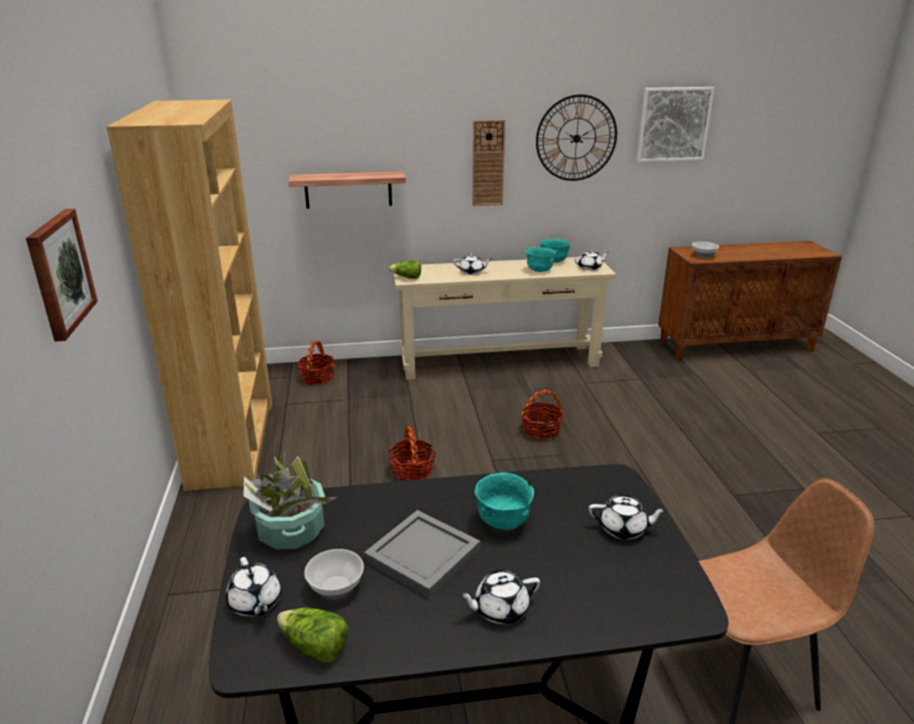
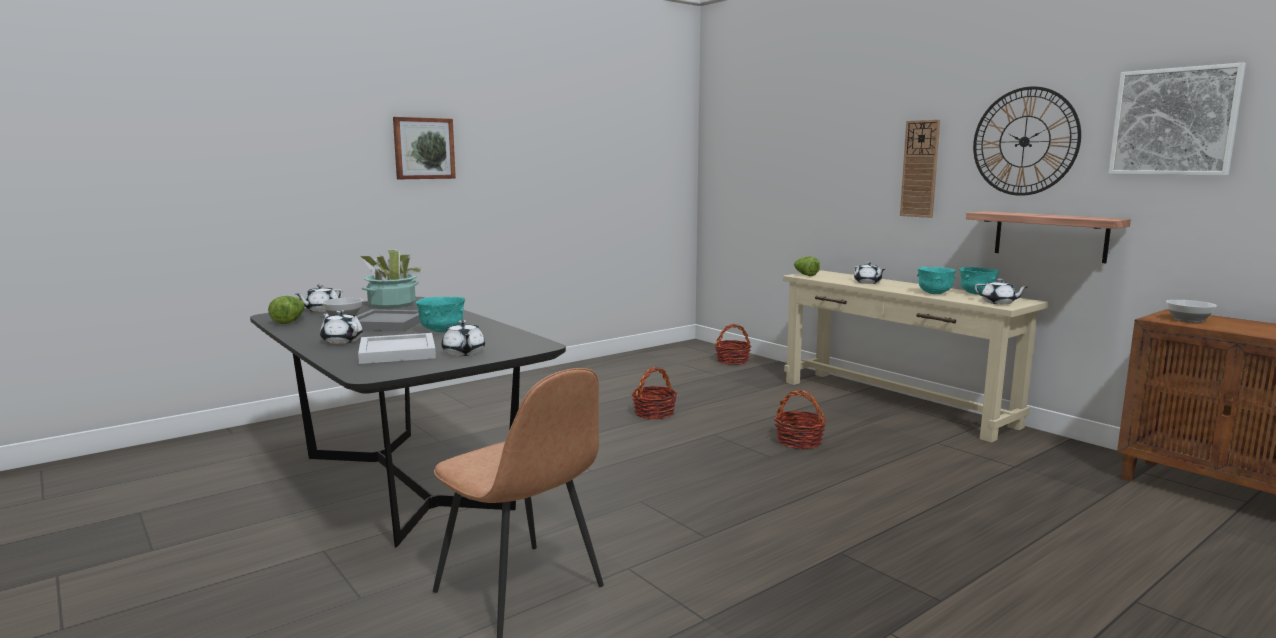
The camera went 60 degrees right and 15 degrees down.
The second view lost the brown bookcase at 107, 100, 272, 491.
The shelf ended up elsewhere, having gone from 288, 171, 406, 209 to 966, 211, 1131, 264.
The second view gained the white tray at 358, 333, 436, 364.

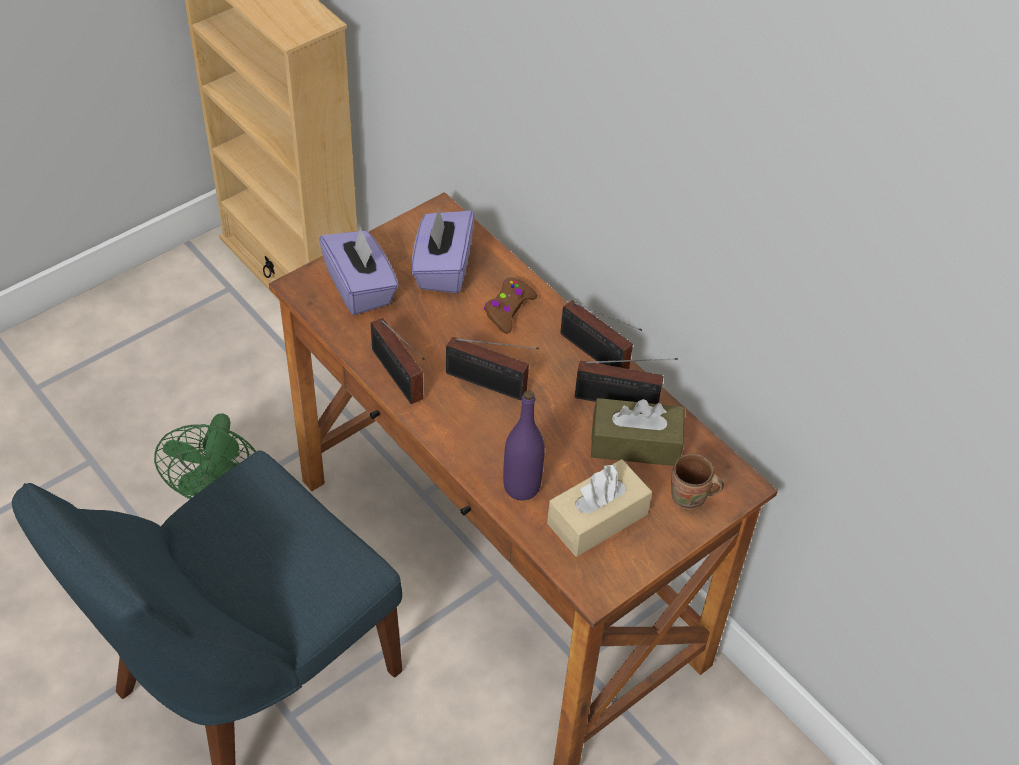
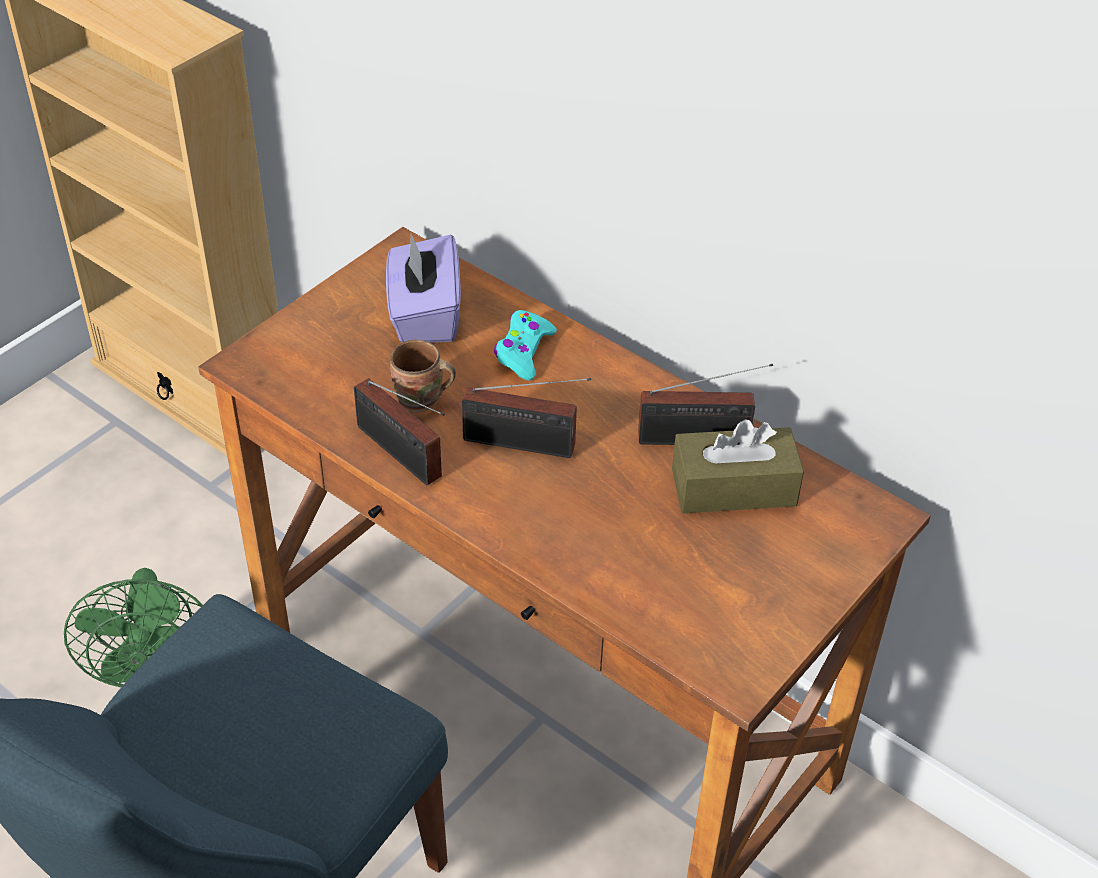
The camera went 10 degrees left and 5 degrees down.
The second view lost the purple tissue box at 319, 228, 399, 315.
What was the brown game controller at 484, 277, 538, 334 turned into the turquoise game controller at 494, 310, 557, 380.
The second view lost the purple bottle at 503, 390, 545, 501.
The second view lost the beige tissue box at 547, 459, 652, 557.
The second view lost the radio at 560, 300, 642, 369.
The brown mug ended up elsewhere, having gone from 671, 453, 724, 510 to 390, 340, 456, 413.

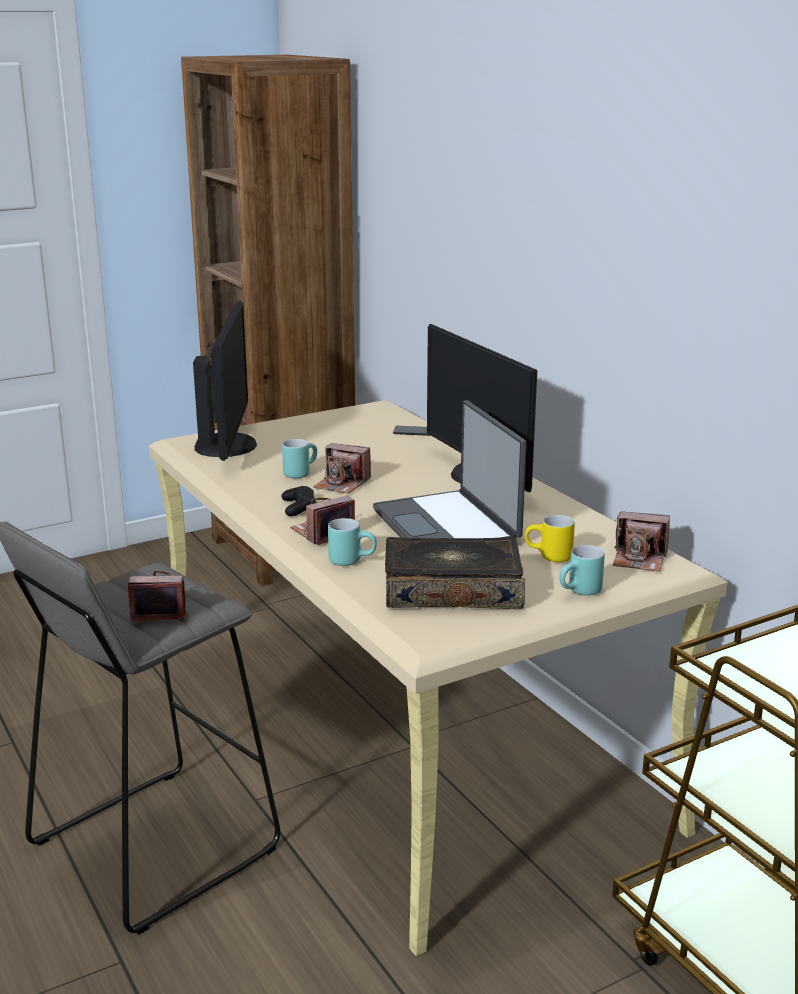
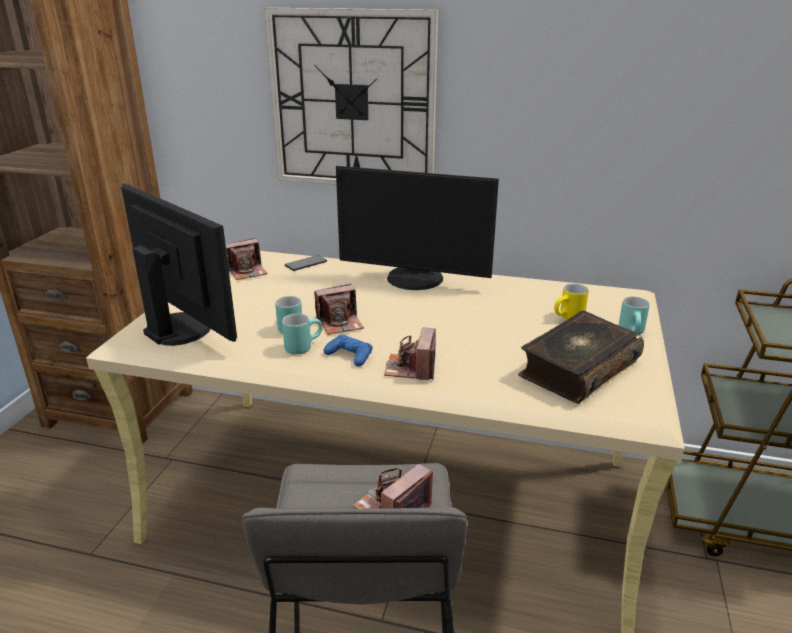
The camera went 45 degrees left and 5 degrees up.
What was the black game controller at 281, 486, 317, 516 turned into the blue game controller at 323, 335, 373, 366.
The turquoise mug ended up elsewhere, having gone from 328, 518, 377, 566 to 282, 313, 322, 355.
The second view lost the laptop at 373, 400, 527, 538.
The photo camera ended up elsewhere, having gone from 613, 511, 670, 572 to 225, 238, 268, 280.
The second view gained the wall clock at 264, 8, 438, 185.

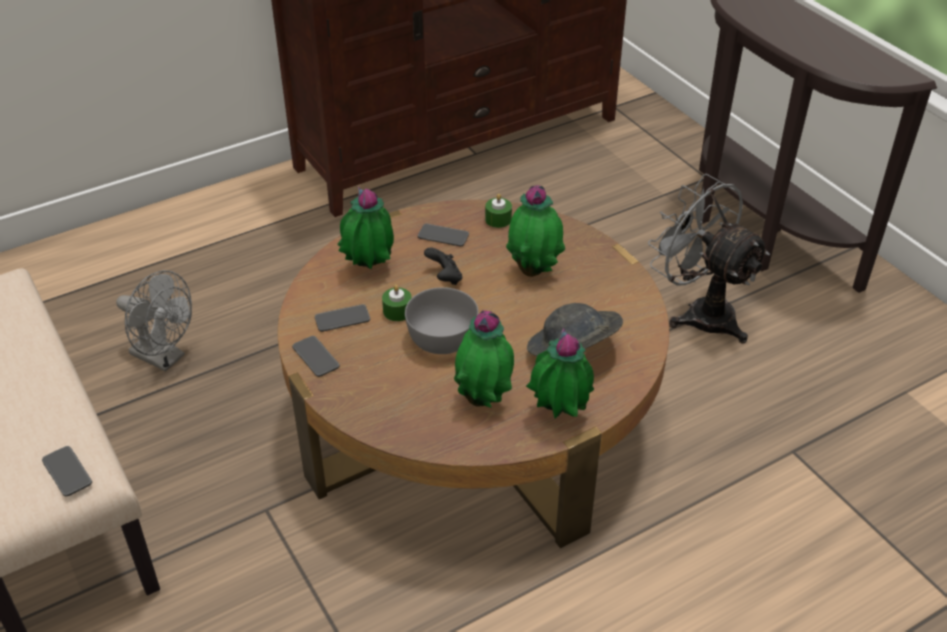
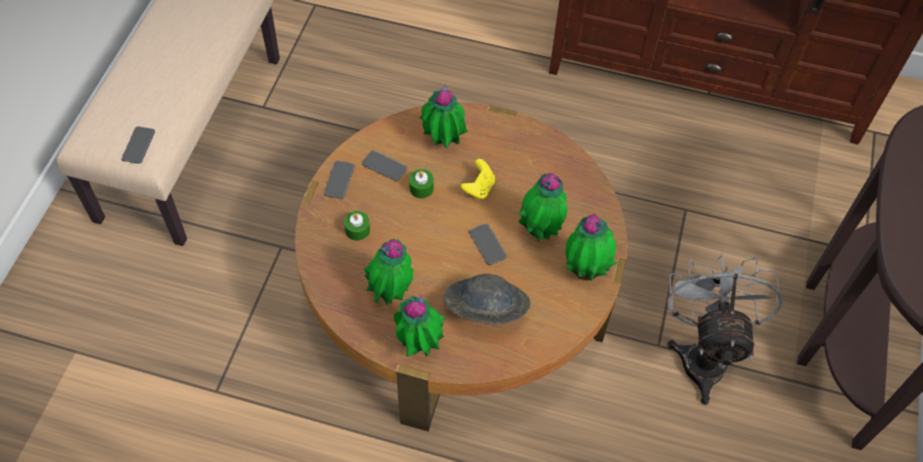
The camera went 45 degrees right and 15 degrees up.
The second view lost the grey fan at 116, 270, 192, 372.
The second view lost the grey bowl at 405, 287, 479, 354.
The phone ended up elsewhere, having gone from 418, 224, 469, 246 to 469, 224, 507, 265.
What was the black game controller at 424, 247, 462, 285 turned into the yellow game controller at 461, 159, 495, 199.
The green candle ended up elsewhere, having gone from 485, 194, 512, 228 to 344, 211, 370, 241.
The second view gained the potted plant at 565, 214, 617, 281.

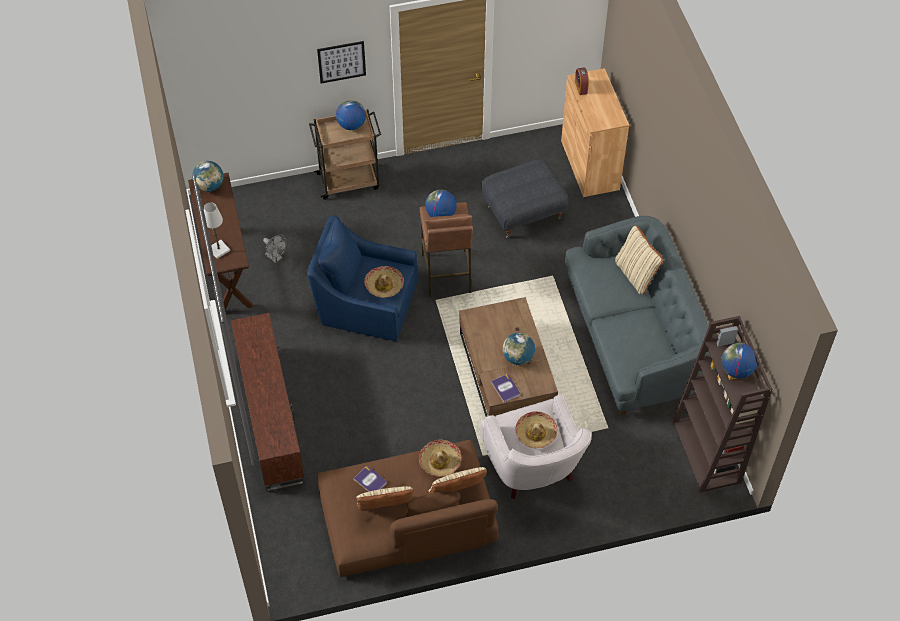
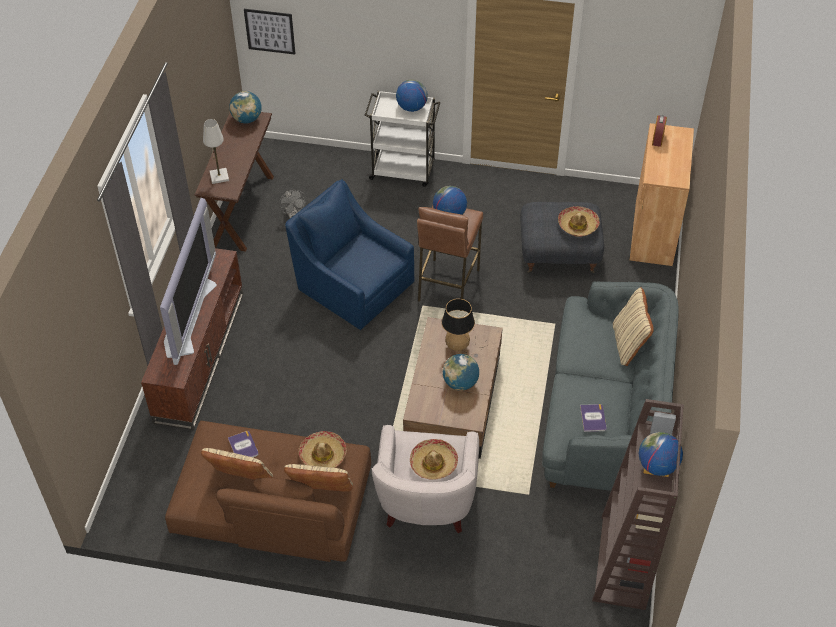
The camera went 25 degrees right and 5 degrees down.
What was the brown cart at 309, 109, 381, 200 turned into the white cart at 365, 91, 440, 187.
The picture ended up elsewhere, having gone from 317, 41, 366, 84 to 244, 9, 296, 55.
The hat ended up elsewhere, having gone from 364, 266, 404, 298 to 558, 206, 600, 237.
The book ended up elsewhere, having gone from 491, 374, 520, 402 to 580, 404, 606, 432.
The second view gained the television at 160, 198, 217, 365.
The second view gained the table lamp at 441, 298, 488, 351.

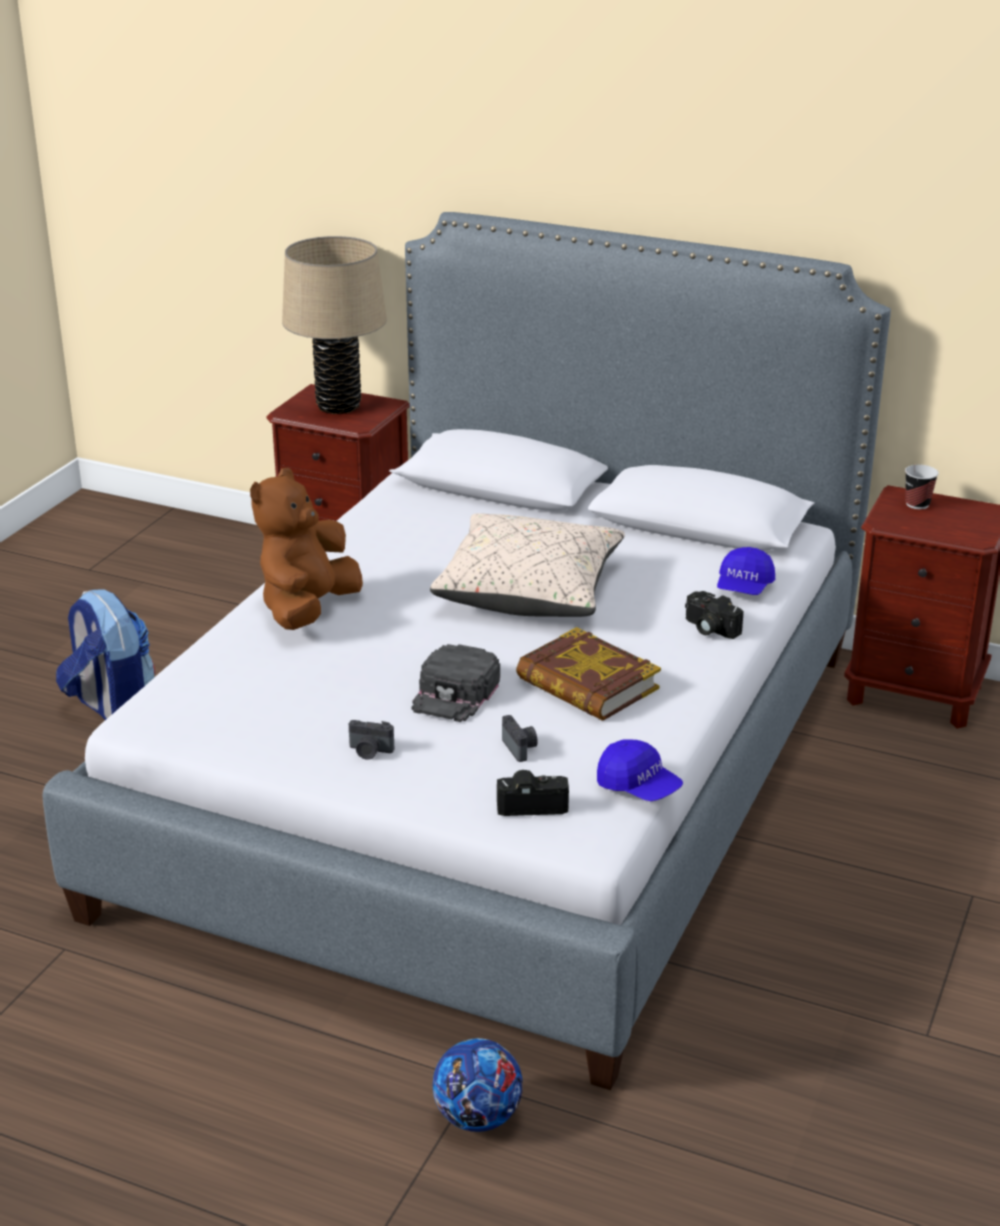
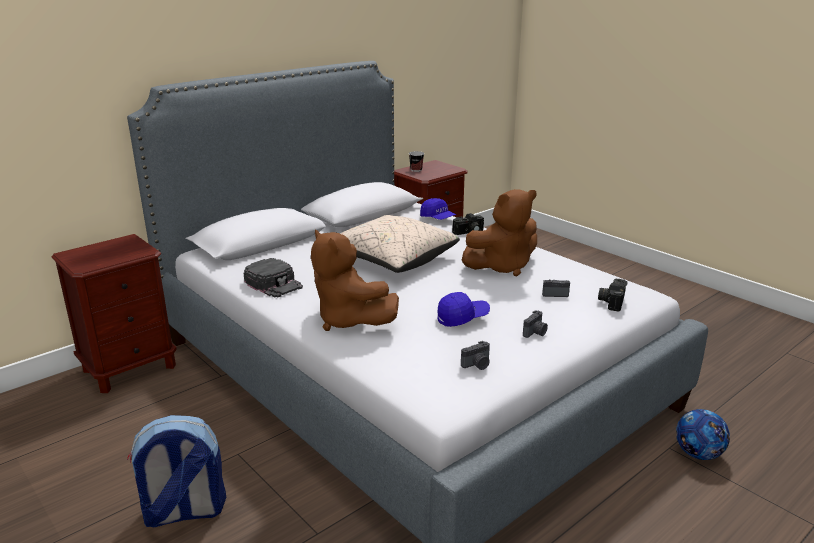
The camera went 65 degrees left and 5 degrees down.
The second view lost the beige table lamp at 282, 236, 387, 414.
The black cap ended up elsewhere, having gone from 412, 644, 500, 722 to 244, 258, 303, 297.
Where the book stood at 516, 627, 661, 721, the brown plush toy came to stand at 462, 189, 537, 276.
The blue cap ended up elsewhere, having gone from 597, 739, 683, 801 to 437, 292, 490, 327.
The second view gained the photo camera at 461, 341, 490, 370.

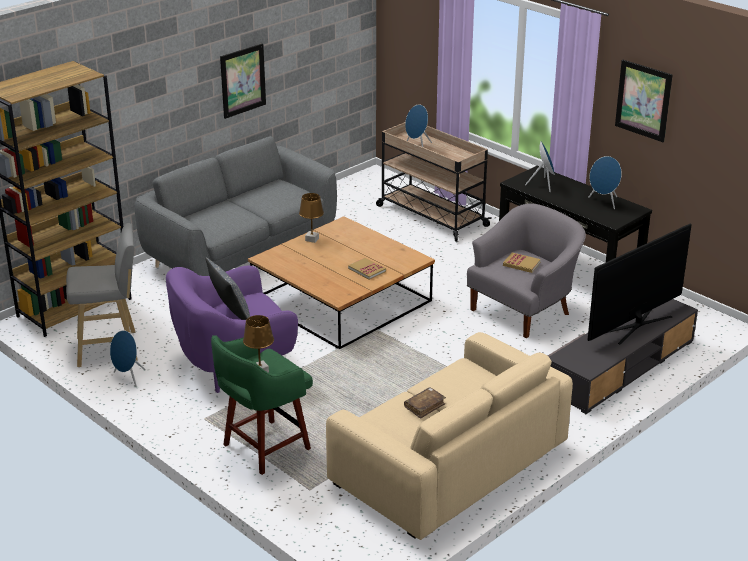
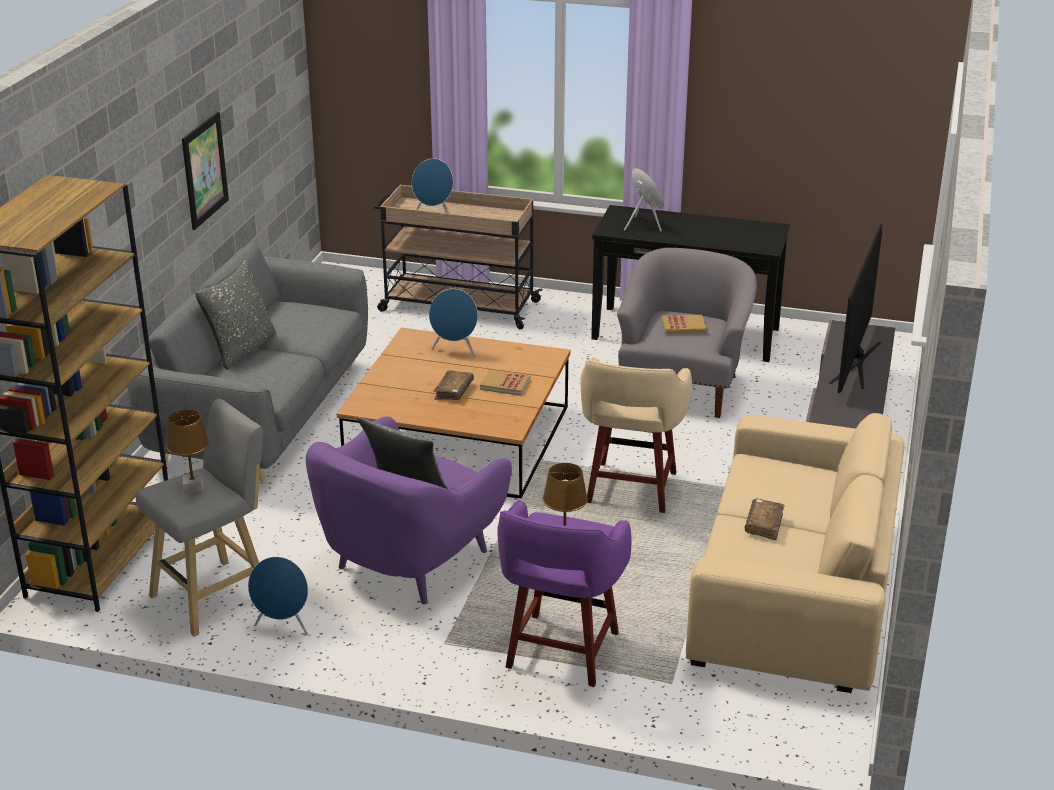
The camera went 30 degrees left and 0 degrees up.
What was the green stool at 211, 335, 313, 475 turned into the purple stool at 497, 500, 632, 687.
The brown table lamp ended up elsewhere, having gone from 299, 193, 324, 243 to 166, 409, 209, 494.
The blue speaker ended up elsewhere, having gone from 588, 156, 622, 209 to 429, 289, 478, 357.
The second view lost the picture at 615, 60, 672, 142.
The second view gained the grey pillow at 195, 260, 276, 370.
The second view gained the brown book at 433, 370, 474, 400.
The second view gained the beige stool at 581, 357, 692, 513.

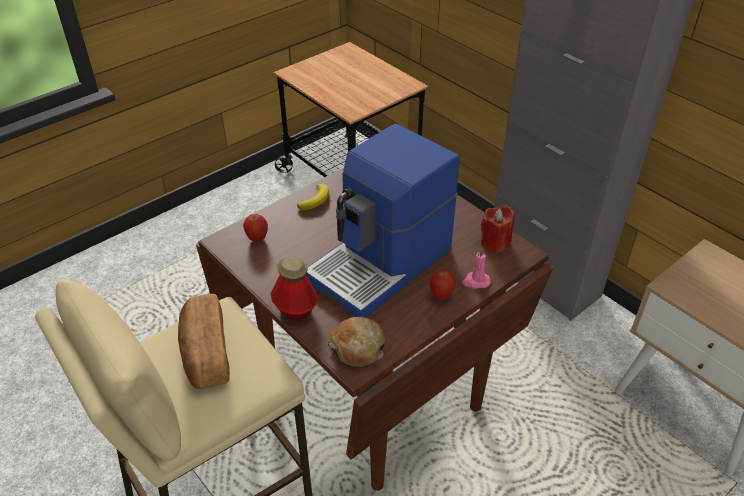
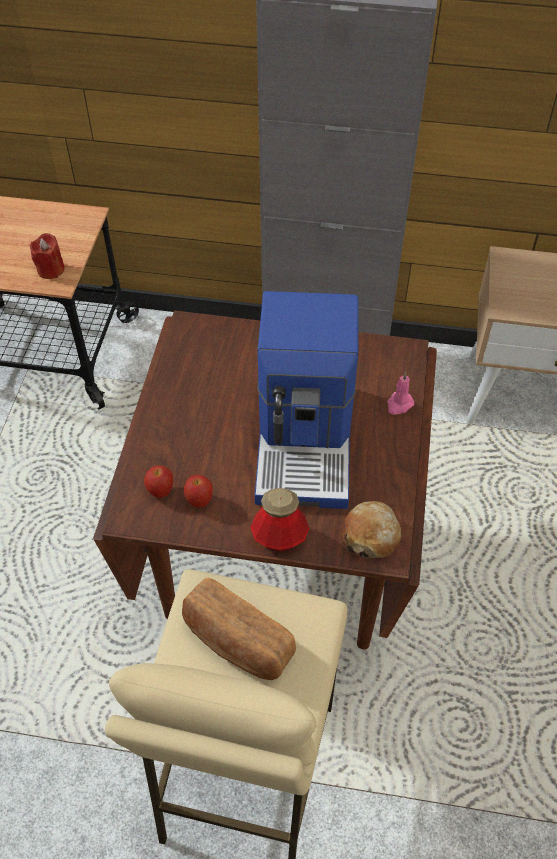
The camera went 40 degrees left and 10 degrees up.
The second view lost the banana at 297, 184, 329, 210.
The apple ended up elsewhere, having gone from 430, 270, 456, 300 to 184, 475, 213, 508.
The red candle ended up elsewhere, having gone from 481, 205, 515, 253 to 30, 233, 65, 279.

